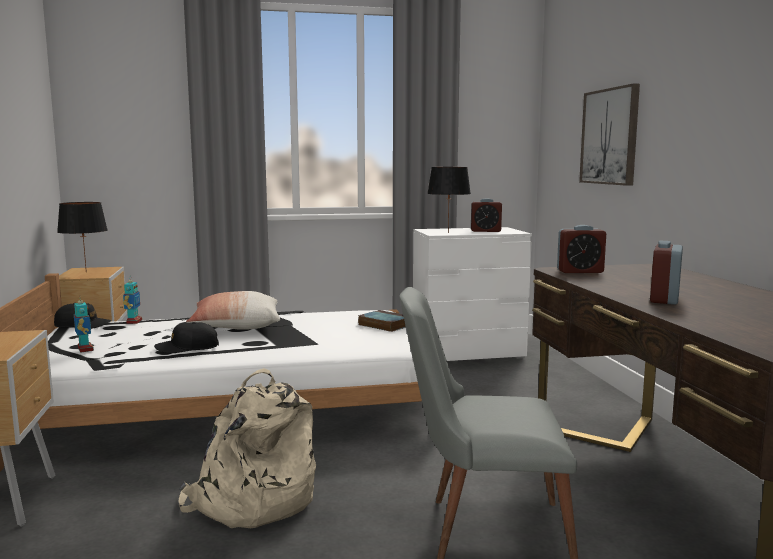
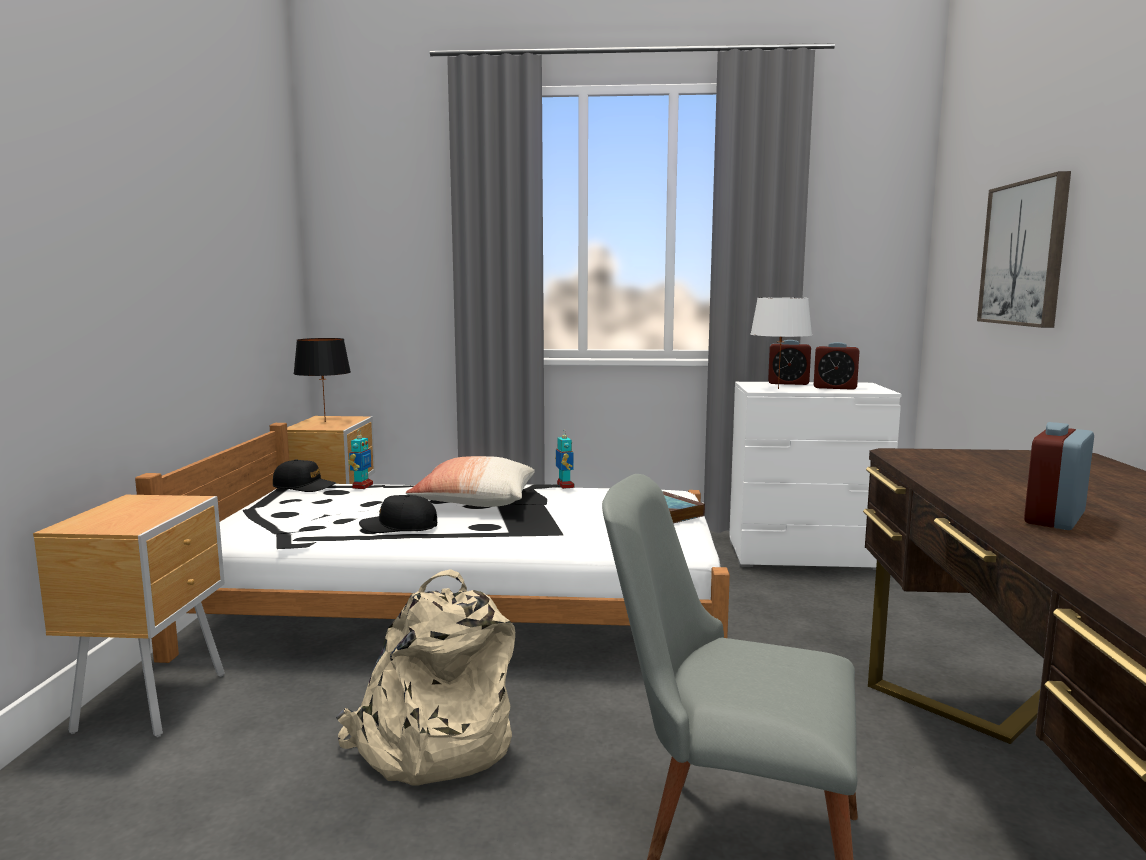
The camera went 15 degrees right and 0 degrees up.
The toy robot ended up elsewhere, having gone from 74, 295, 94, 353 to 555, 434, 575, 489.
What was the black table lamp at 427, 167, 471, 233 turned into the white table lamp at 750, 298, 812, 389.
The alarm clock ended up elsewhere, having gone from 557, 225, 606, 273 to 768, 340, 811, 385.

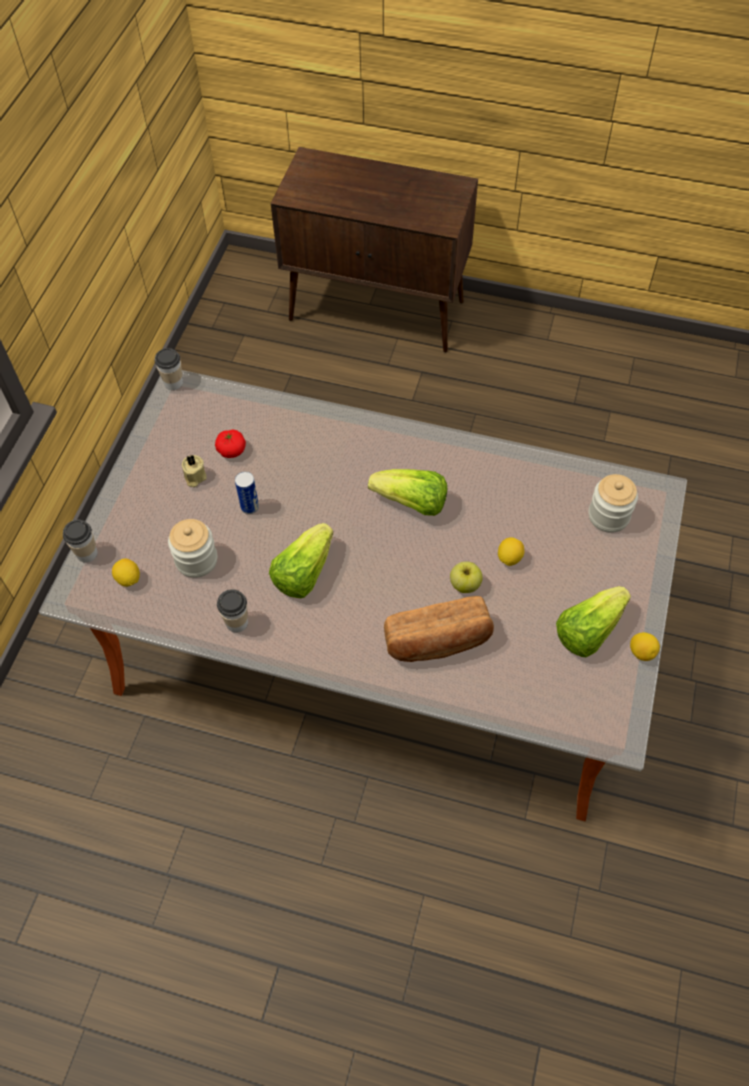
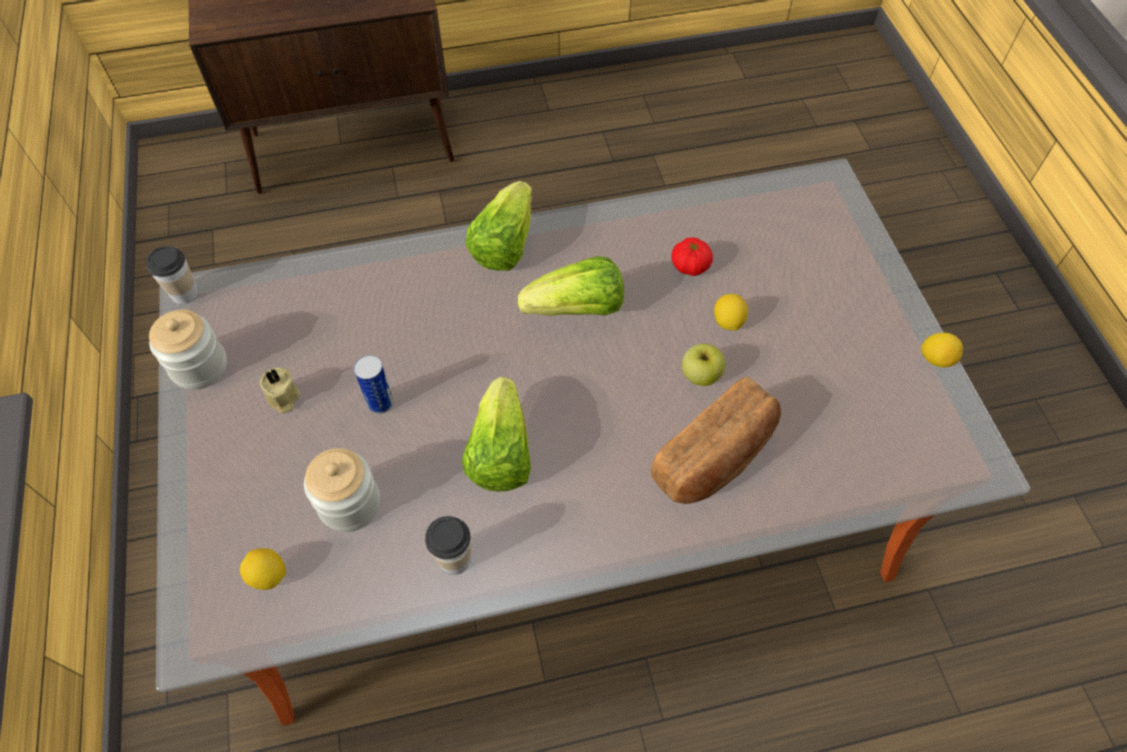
The camera went 30 degrees left and 0 degrees up.
The second view lost the cup at 63, 520, 98, 563.
The tomato ended up elsewhere, having gone from 215, 430, 246, 458 to 671, 237, 713, 276.
The lettuce ended up elsewhere, having gone from 556, 586, 631, 657 to 465, 181, 532, 271.
The jar ended up elsewhere, having gone from 589, 474, 638, 533 to 149, 309, 227, 390.

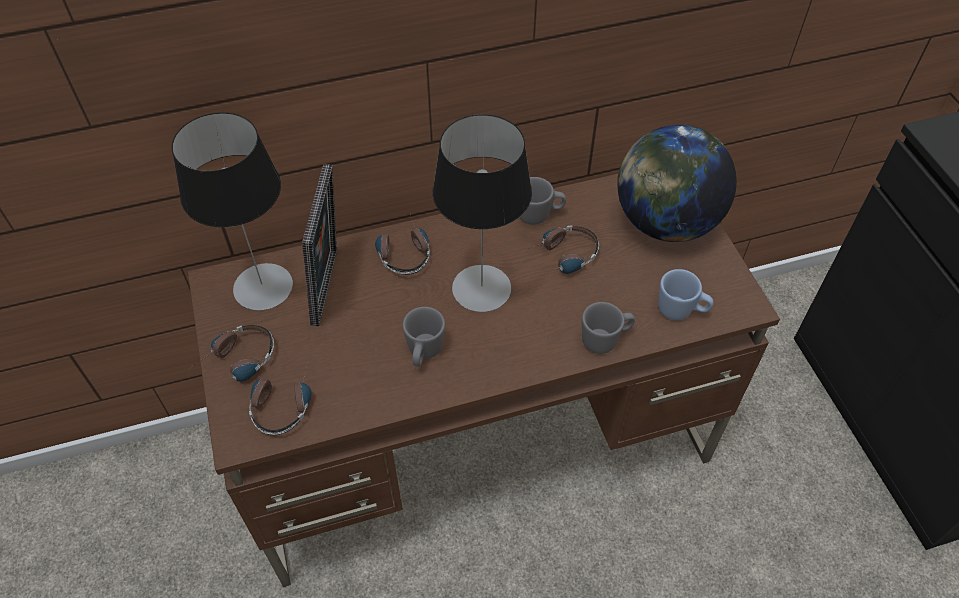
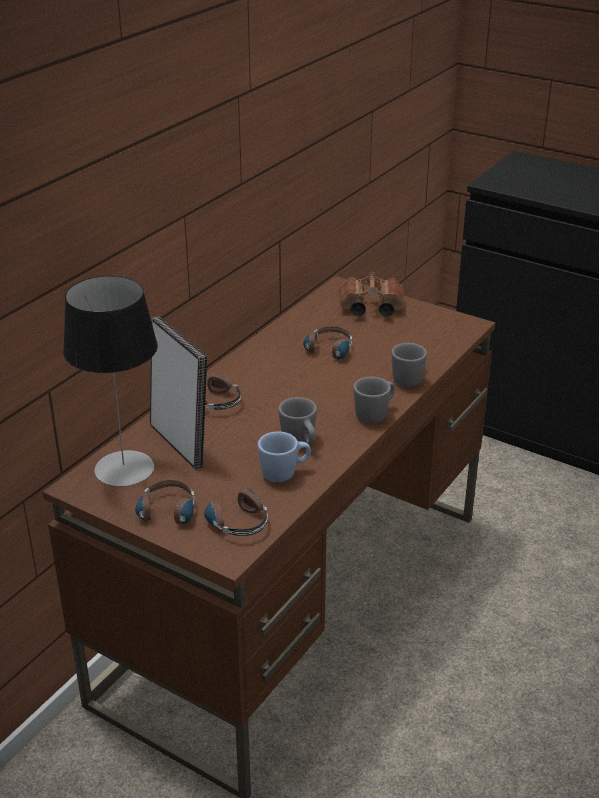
The camera went 40 degrees left and 20 degrees down.
The second view lost the table lamp at 432, 114, 532, 312.
The grey mug ended up elsewhere, having gone from 520, 177, 566, 225 to 353, 377, 395, 423.
Where the globe stood at 617, 125, 737, 242, the brown binoculars came to stand at 339, 272, 404, 316.
The blue mug ended up elsewhere, having gone from 658, 269, 713, 320 to 258, 431, 311, 482.

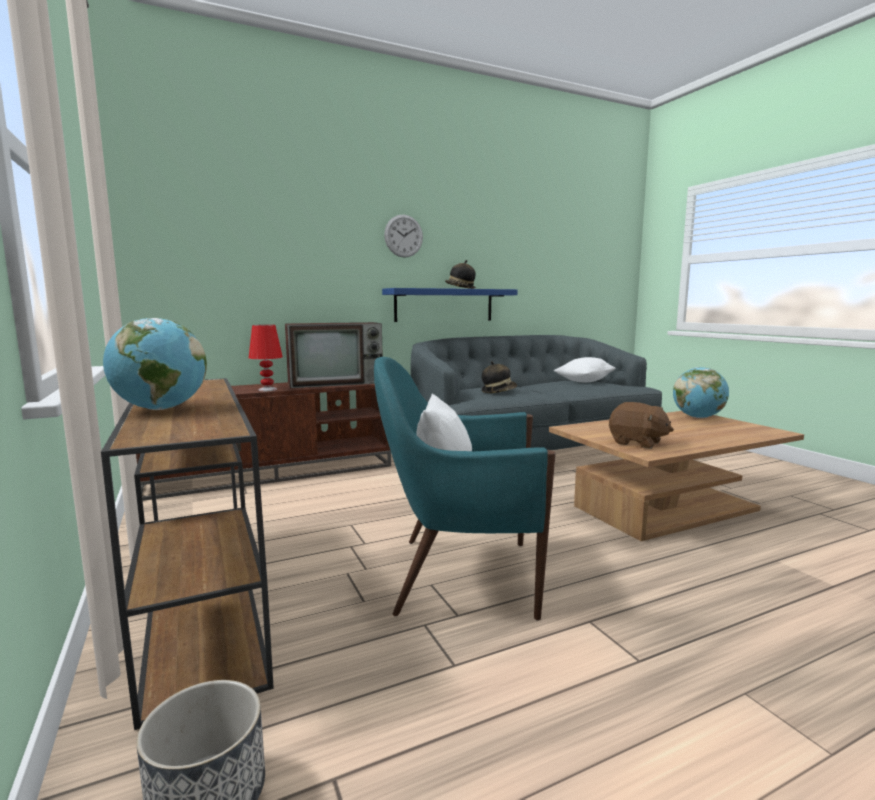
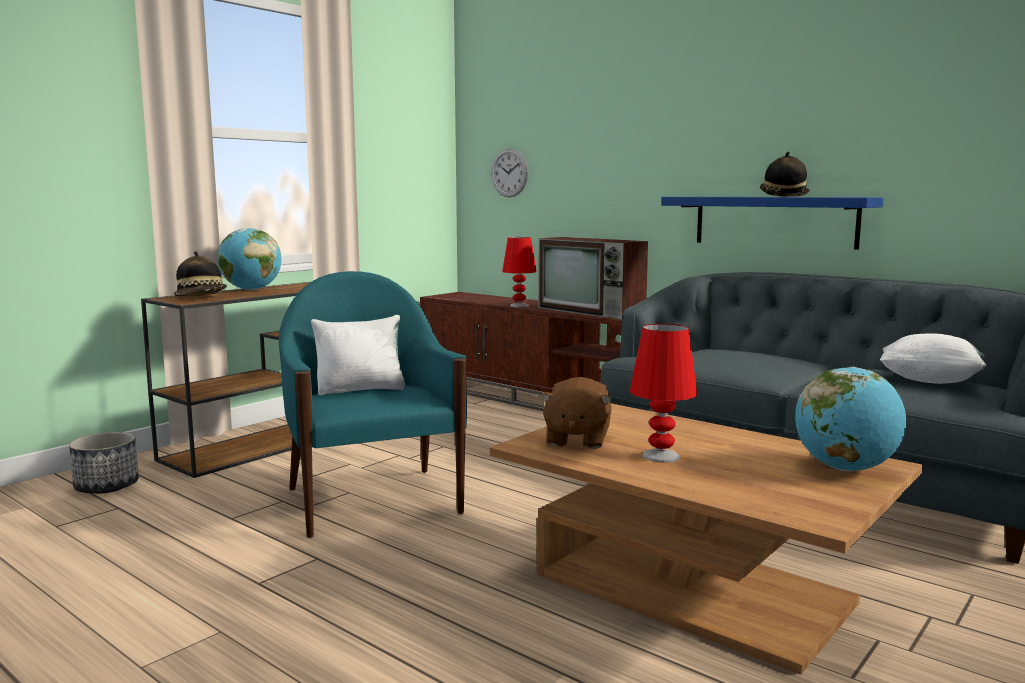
The camera went 65 degrees right and 0 degrees up.
The wall clock ended up elsewhere, having gone from 384, 215, 423, 258 to 491, 149, 528, 197.
The hat ended up elsewhere, having gone from 482, 361, 517, 393 to 174, 251, 227, 297.
The second view gained the red table lamp at 630, 324, 697, 463.

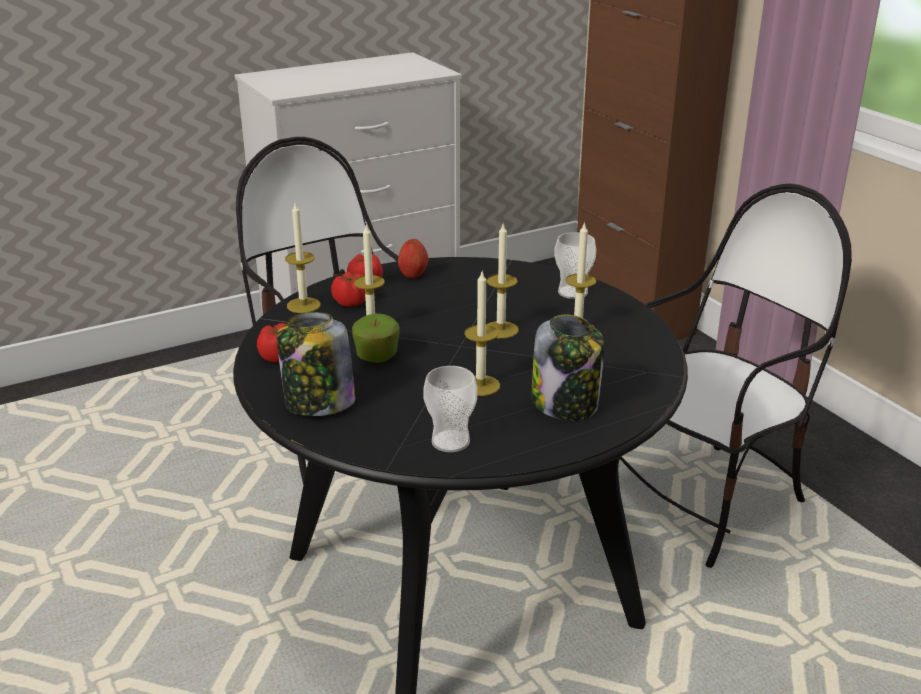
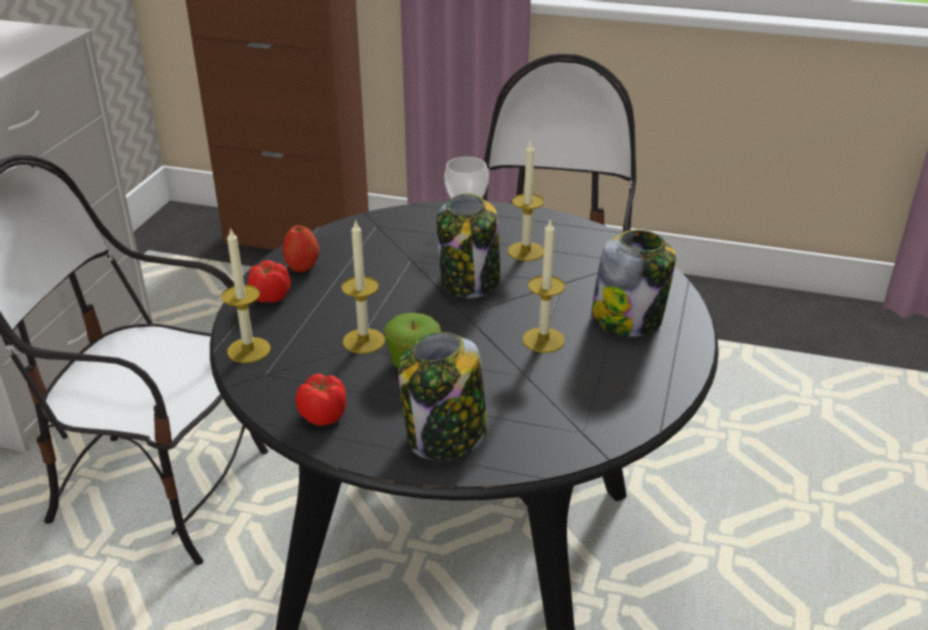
The camera went 45 degrees left and 5 degrees up.
The second view lost the tomato at 331, 271, 365, 307.
The second view lost the cup at 423, 366, 477, 452.
Where the candle stood at 486, 222, 519, 338, the jar came to stand at 437, 194, 501, 298.

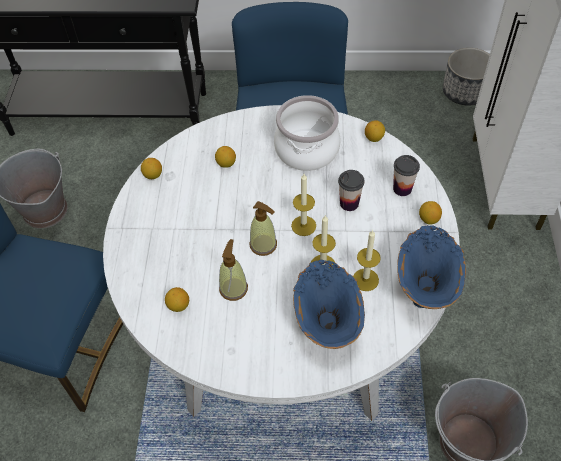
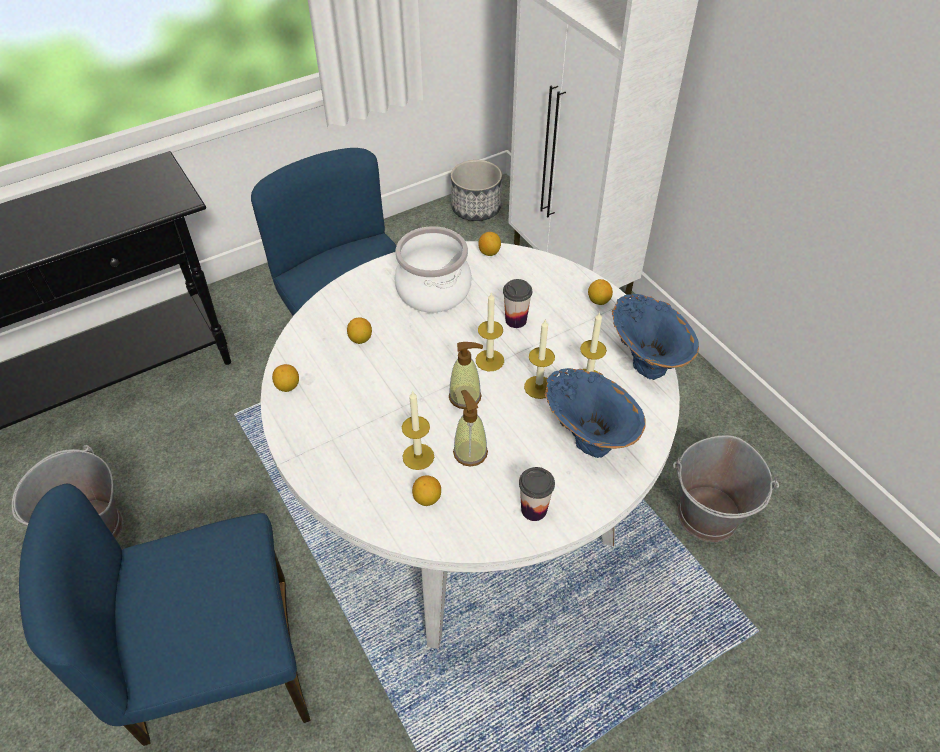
The camera went 35 degrees left and 5 degrees down.
The cup ended up elsewhere, having gone from 393, 155, 420, 196 to 519, 467, 555, 521.
The second view gained the candle at 402, 390, 434, 470.

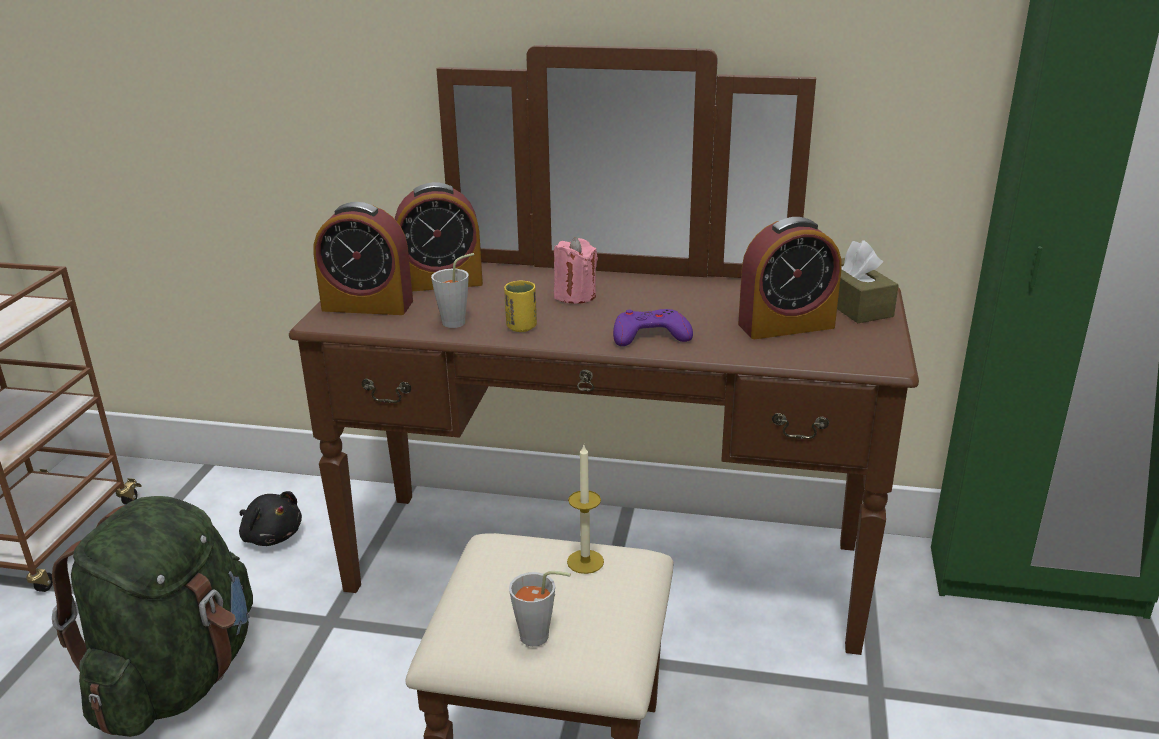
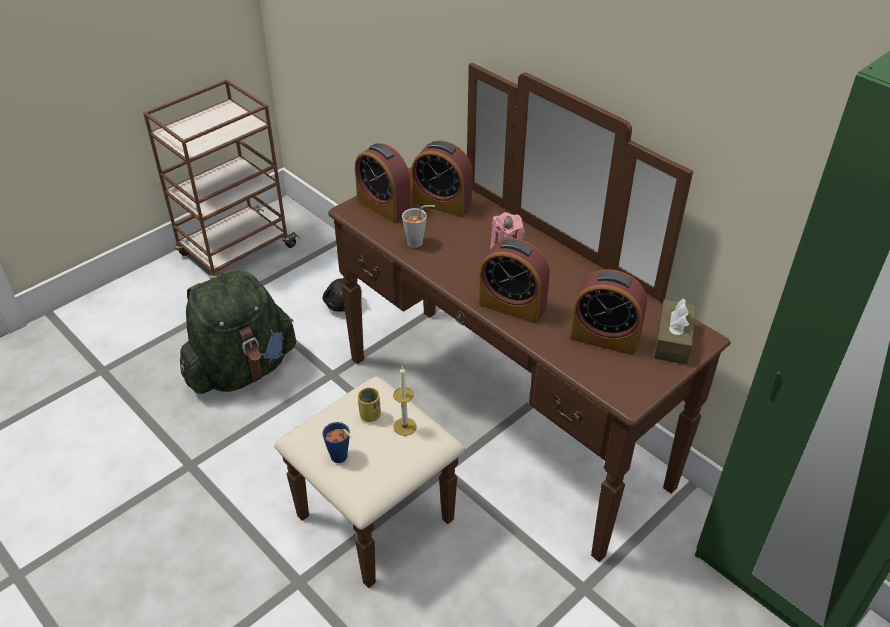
The camera went 35 degrees right and 15 degrees up.
The yellow cup ended up elsewhere, having gone from 504, 281, 537, 332 to 358, 387, 381, 422.
What was the grey cup at 509, 571, 571, 647 turned into the blue cup at 322, 422, 352, 463.
Where the purple game controller stood at 613, 309, 693, 346, the alarm clock came to stand at 479, 238, 550, 324.

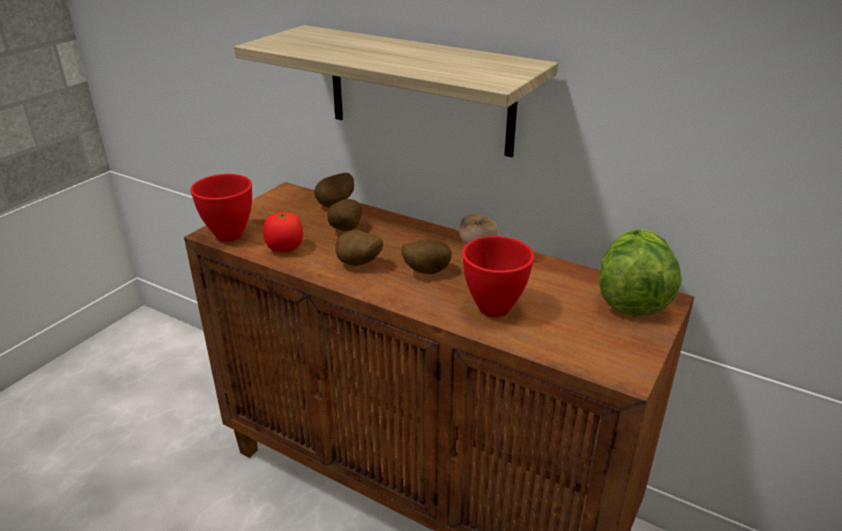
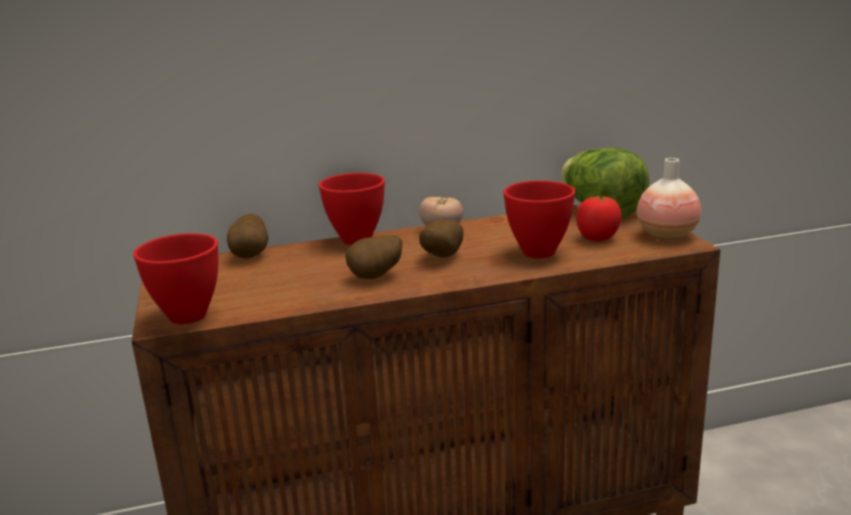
The camera went 45 degrees left and 10 degrees down.
The second view lost the shelf at 234, 25, 558, 157.
The tomato ended up elsewhere, having gone from 263, 212, 303, 253 to 576, 196, 622, 242.
The second view lost the potato at 327, 199, 362, 231.
The second view gained the red bowl at 319, 173, 385, 245.
The second view gained the vase at 637, 158, 701, 240.

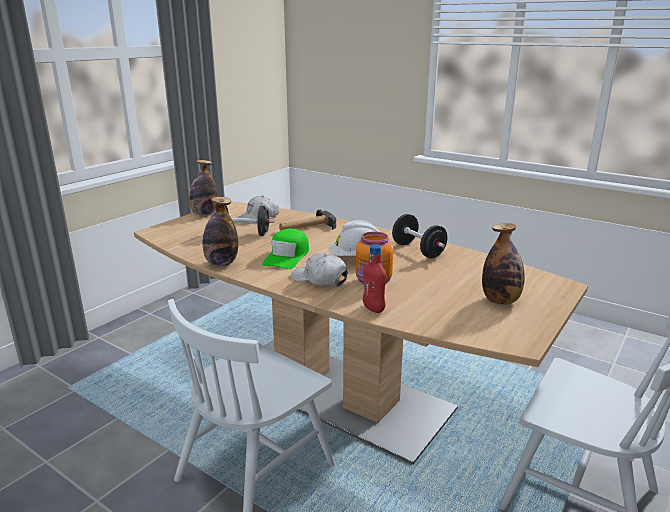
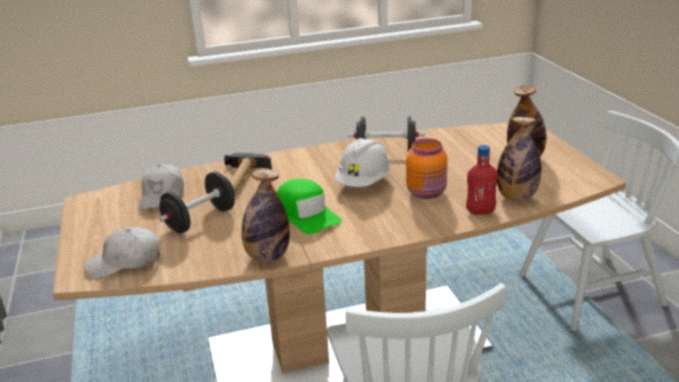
The camera went 50 degrees left and 5 degrees up.
The bottle ended up elsewhere, having gone from 189, 160, 218, 216 to 497, 117, 541, 201.
The white cap ended up elsewhere, having gone from 291, 253, 348, 287 to 84, 227, 160, 278.

